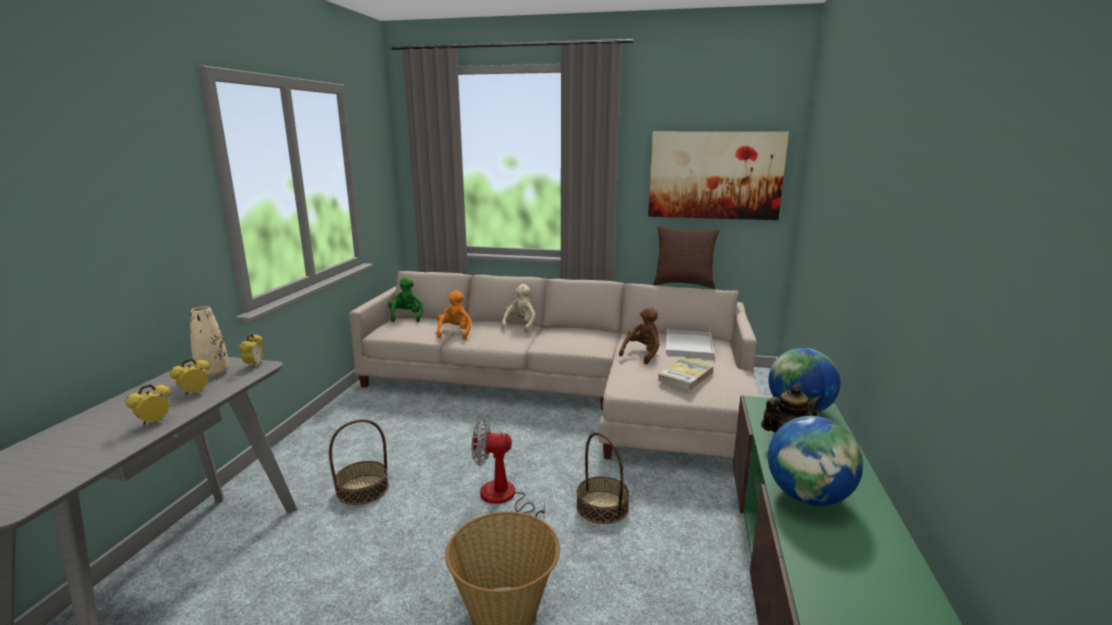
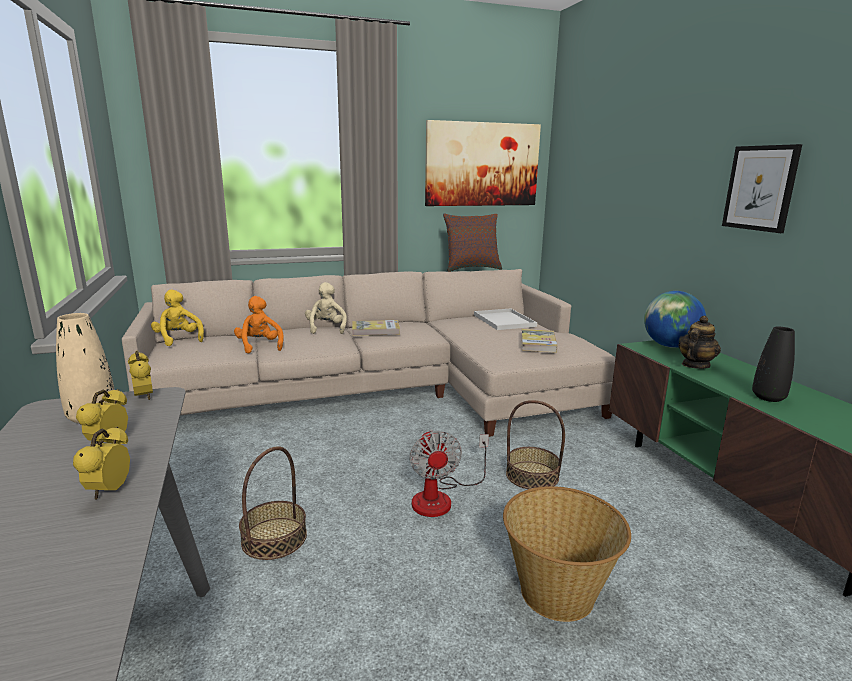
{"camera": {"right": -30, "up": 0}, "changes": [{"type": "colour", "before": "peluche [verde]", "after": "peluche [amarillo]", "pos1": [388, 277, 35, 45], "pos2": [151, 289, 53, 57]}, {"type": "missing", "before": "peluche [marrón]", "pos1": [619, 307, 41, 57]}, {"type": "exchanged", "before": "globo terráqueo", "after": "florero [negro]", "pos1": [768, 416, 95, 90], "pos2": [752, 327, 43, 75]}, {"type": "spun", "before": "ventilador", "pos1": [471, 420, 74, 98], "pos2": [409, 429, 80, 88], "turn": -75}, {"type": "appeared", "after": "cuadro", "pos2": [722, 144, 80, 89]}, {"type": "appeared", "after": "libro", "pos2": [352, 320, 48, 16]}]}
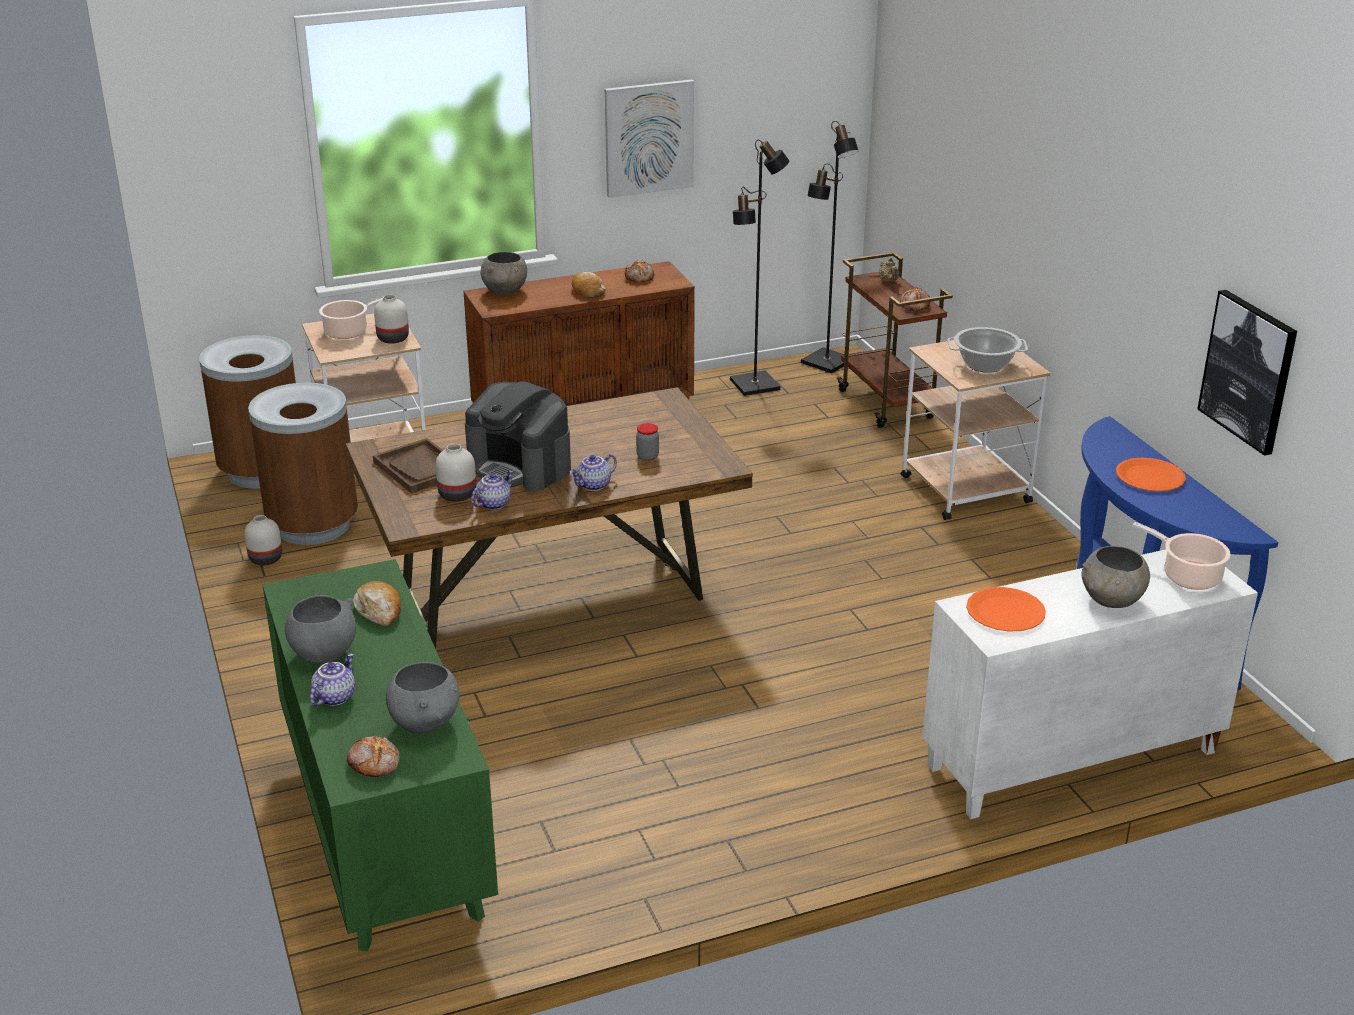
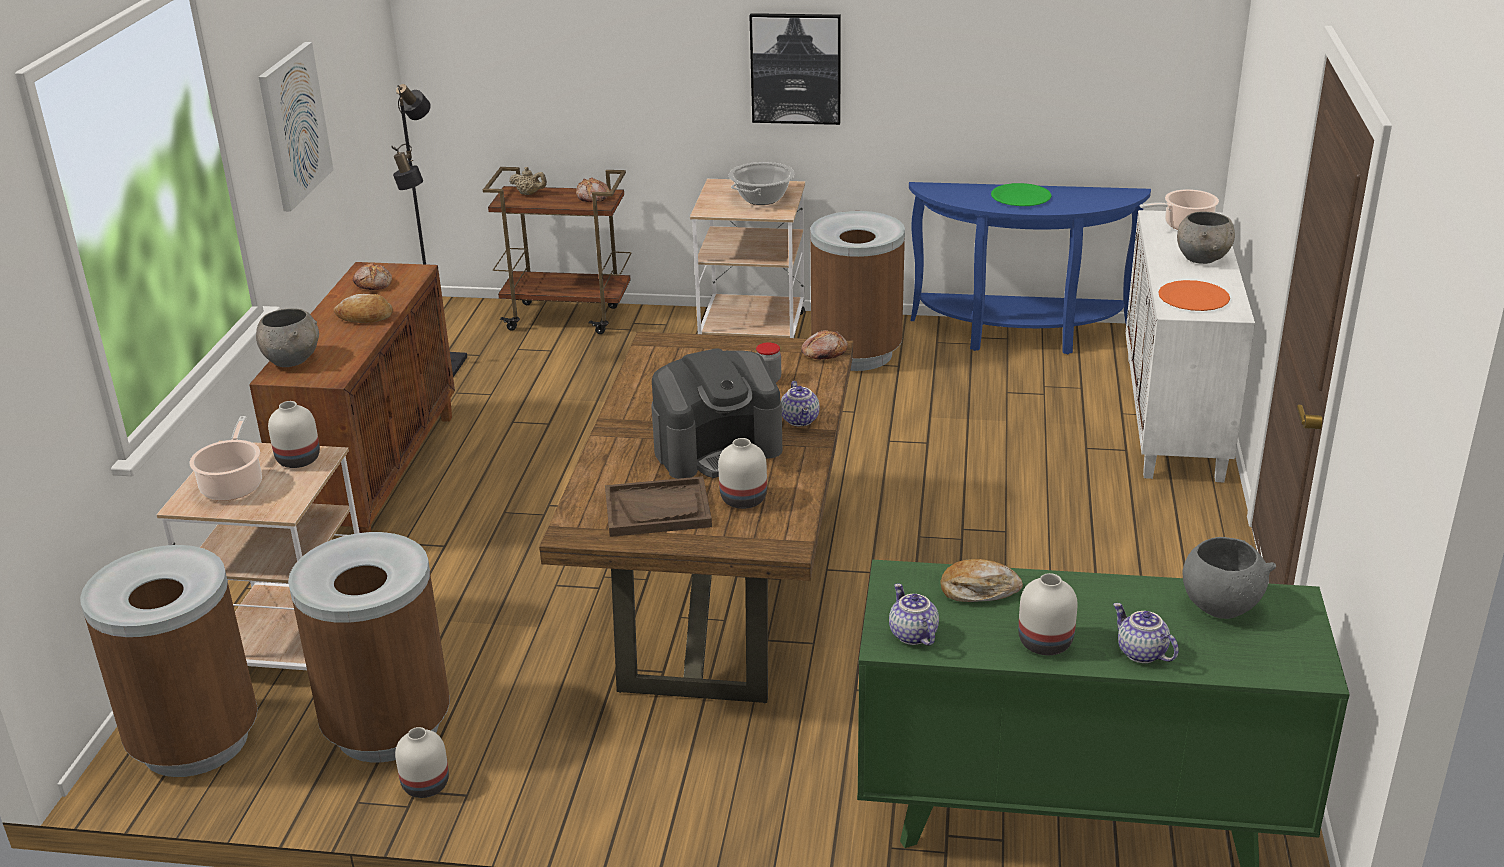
{"camera": {"right": -60, "up": 0}, "changes": [{"type": "missing", "before": "lámpara de pie [negro]", "pos1": [801, 121, 57, 252]}, {"type": "relocated", "before": "cuadro", "pos1": [1197, 290, 100, 166], "pos2": [749, 13, 92, 112]}, {"type": "colour", "before": "plato [naranja]", "after": "plato [verde]", "pos1": [1116, 458, 70, 34], "pos2": [991, 183, 61, 23]}, {"type": "relocated", "before": "tetera", "pos1": [471, 471, 43, 39], "pos2": [889, 583, 50, 63]}, {"type": "exchanged", "before": "cuenco [gris]", "after": "florero [blanco]", "pos1": [285, 595, 71, 68], "pos2": [1018, 573, 60, 82]}, {"type": "relocated", "before": "pan", "pos1": [347, 736, 52, 41], "pos2": [801, 330, 47, 30]}, {"type": "appeared", "after": "papelera [marrón]", "pos2": [810, 211, 95, 160]}]}
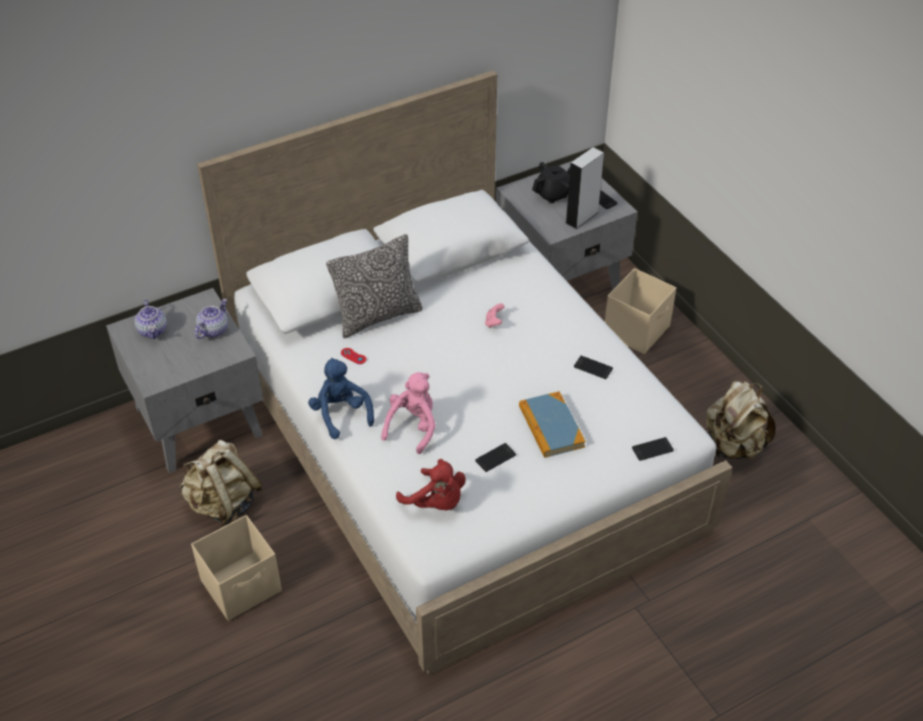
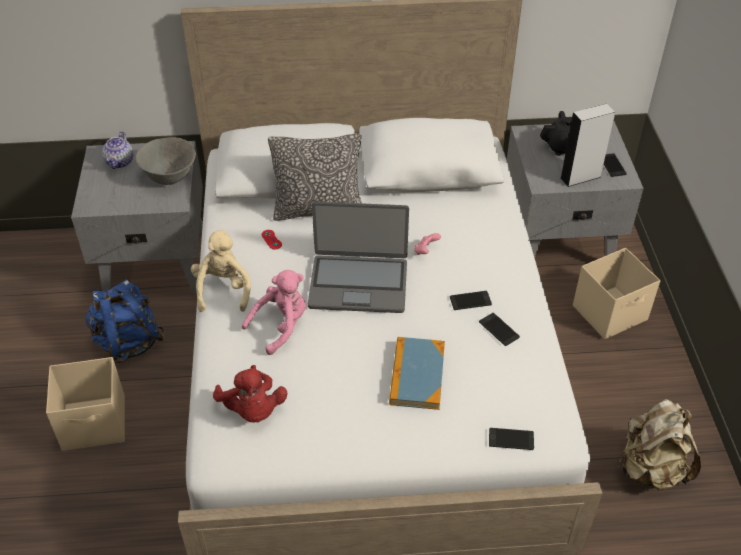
{"camera": {"right": 25, "up": 0}, "changes": [{"type": "exchanged", "before": "tetera", "after": "cuenco [gris]", "pos1": [195, 299, 33, 40], "pos2": [136, 137, 60, 48]}, {"type": "colour", "before": "peluche [azul]", "after": "peluche [beis]", "pos1": [308, 358, 66, 81], "pos2": [191, 230, 60, 82]}, {"type": "colour", "before": "mochila [beis]", "after": "mochila [azul]", "pos1": [179, 440, 83, 87], "pos2": [86, 279, 79, 84]}, {"type": "relocated", "before": "móvil", "pos1": [475, 443, 41, 29], "pos2": [450, 291, 42, 19]}, {"type": "appeared", "after": "portátil", "pos2": [308, 202, 101, 111]}]}
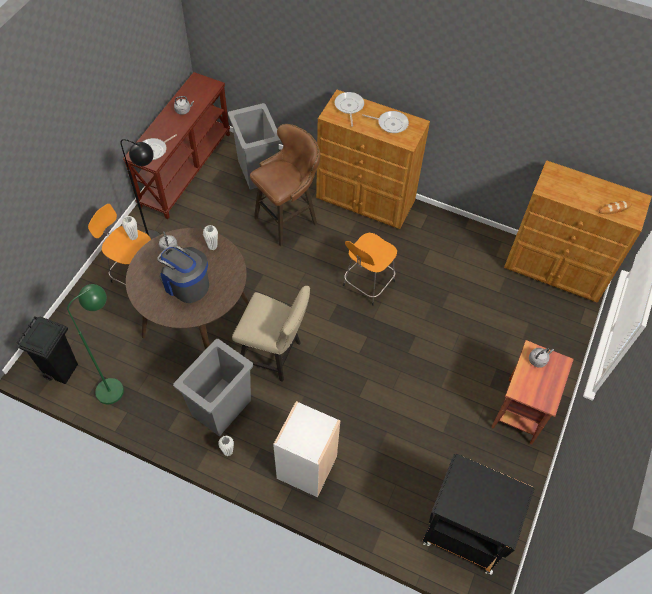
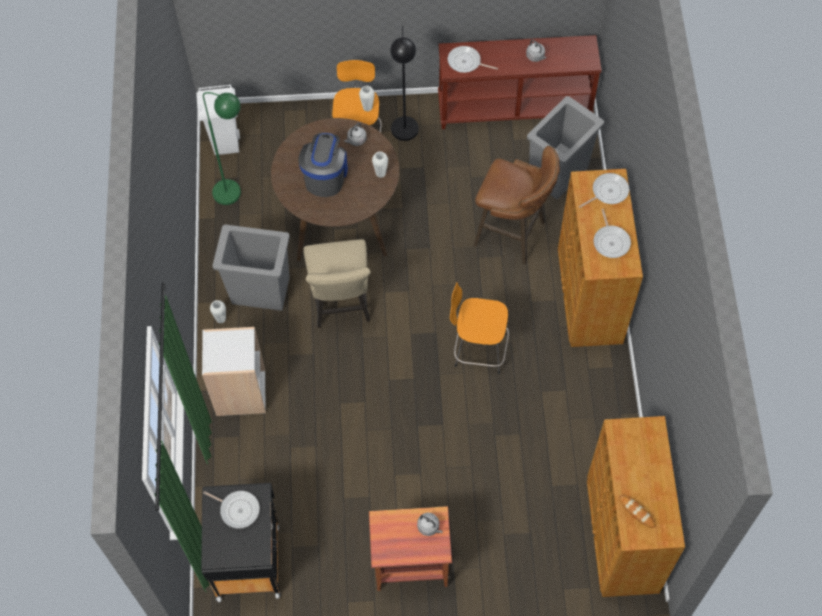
{"camera": {"right": 65, "up": 5}, "changes": [{"type": "colour", "before": "papelera [negro]", "after": "papelera [blanco]", "pos1": [16, 316, 62, 68], "pos2": [196, 84, 44, 71]}, {"type": "appeared", "after": "sartén", "pos2": [204, 491, 56, 37]}]}
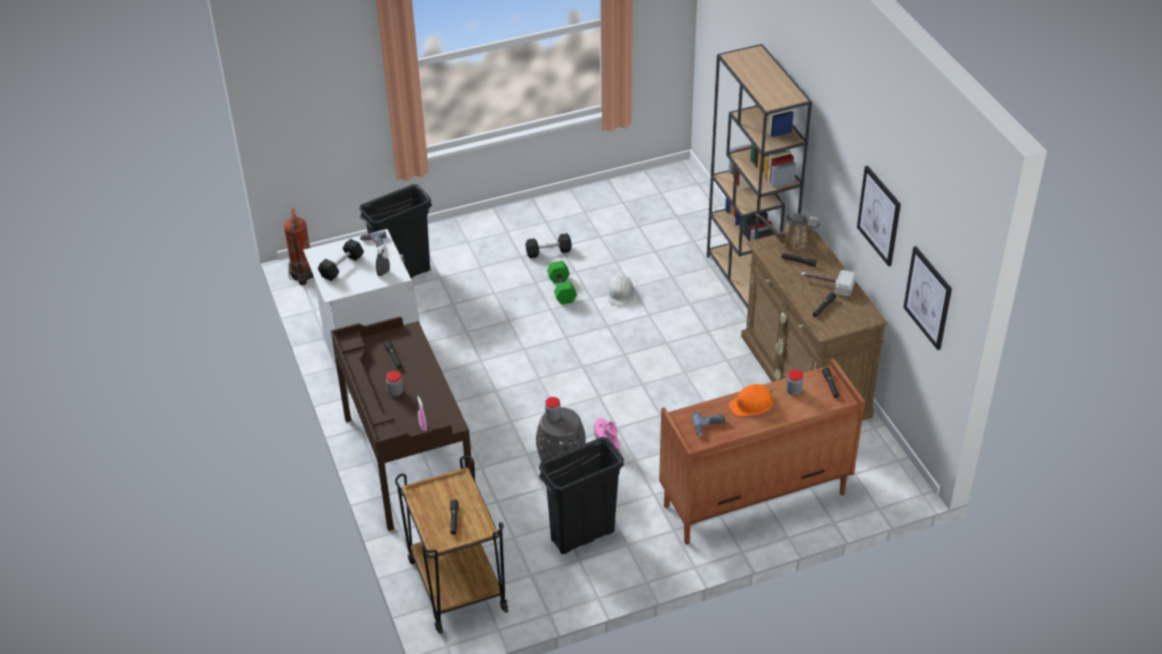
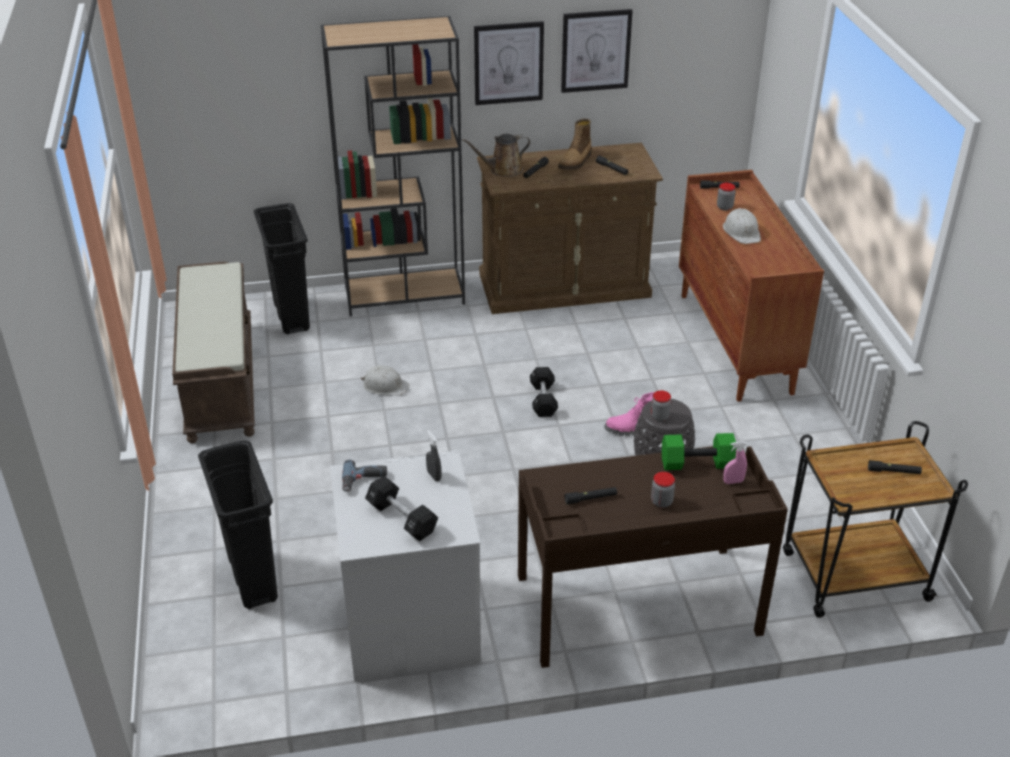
{"camera": {"right": -80, "up": -5}, "changes": [{"type": "missing", "before": "extintor", "pos1": [283, 208, 31, 78]}, {"type": "spun", "before": "regadera [marrón]", "pos1": [755, 213, 65, 39], "pos2": [462, 134, 68, 43], "turn": 60}, {"type": "relocated", "before": "mancuerna [negro]", "pos1": [526, 233, 46, 25], "pos2": [530, 367, 28, 50]}, {"type": "relocated", "before": "cuadro", "pos1": [903, 246, 49, 104], "pos2": [474, 21, 70, 84]}, {"type": "relocated", "before": "mancuerna [verde]", "pos1": [547, 261, 30, 44], "pos2": [662, 433, 75, 37]}, {"type": "exchanged", "before": "martillo", "after": "bota", "pos1": [801, 270, 55, 26], "pos2": [558, 118, 34, 52]}, {"type": "colour", "before": "casco [naranja]", "after": "casco [blanco]", "pos1": [729, 384, 44, 32], "pos2": [723, 208, 38, 36]}, {"type": "missing", "before": "taladro", "pos1": [692, 412, 34, 25]}, {"type": "relocated", "before": "papelera [negro]", "pos1": [539, 437, 85, 117], "pos2": [254, 203, 56, 131]}, {"type": "appeared", "after": "banco [marrón]", "pos2": [172, 262, 83, 181]}]}
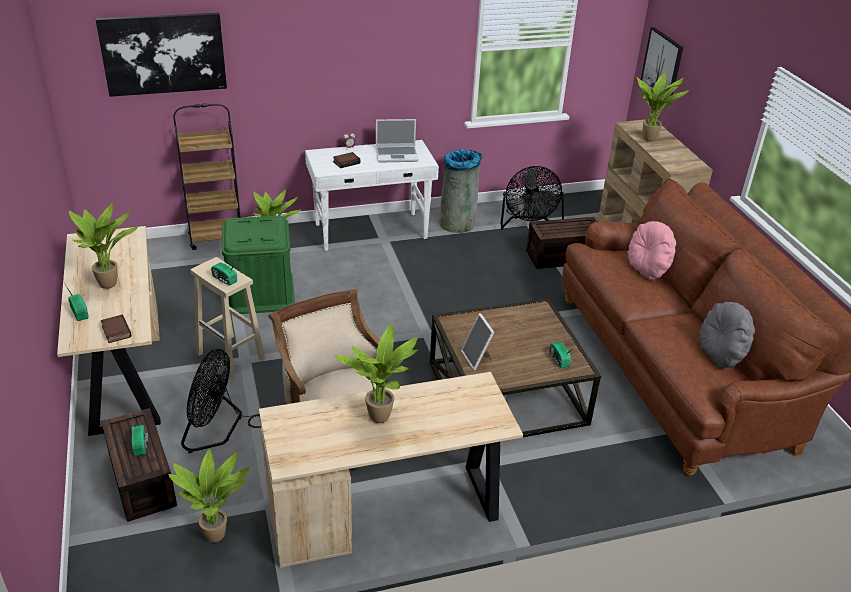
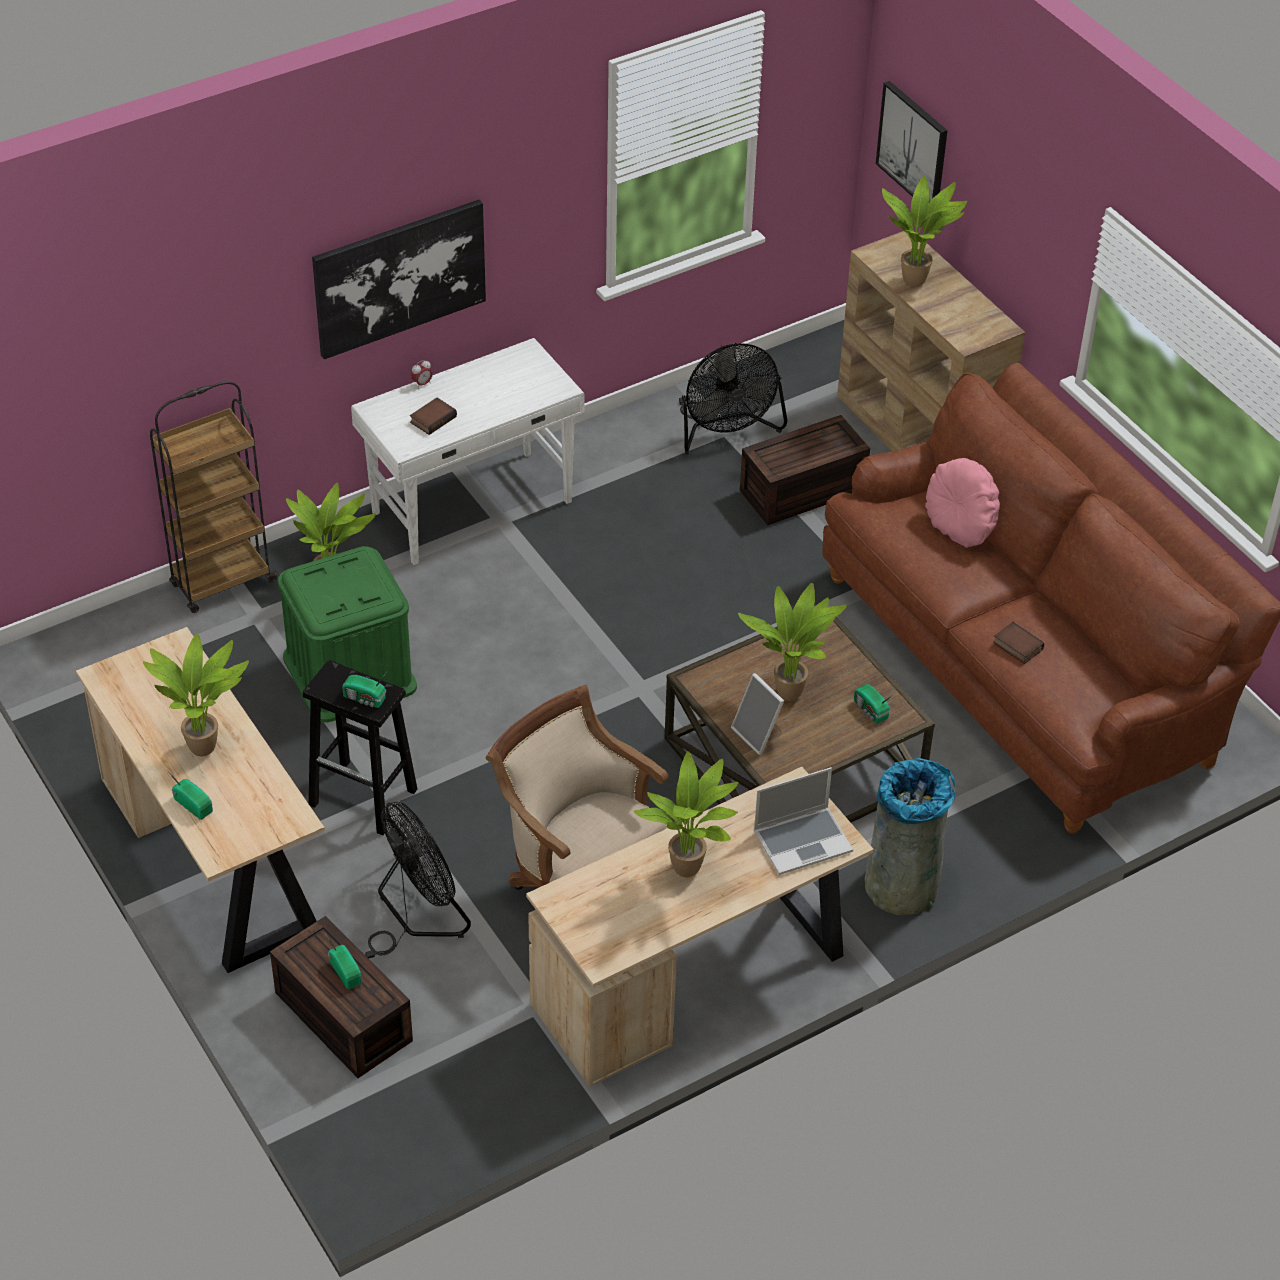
{"camera": {"right": -15, "up": 10}, "changes": [{"type": "relocated", "before": "cuadro", "pos1": [96, 13, 131, 84], "pos2": [312, 200, 174, 159]}, {"type": "relocated", "before": "portátil", "pos1": [376, 119, 42, 44], "pos2": [754, 767, 99, 108]}, {"type": "relocated", "before": "papelera [gris]", "pos1": [439, 149, 44, 84], "pos2": [864, 758, 91, 158]}, {"type": "colour", "before": "taburete [beis]", "after": "taburete [negro]", "pos1": [190, 257, 75, 122], "pos2": [303, 660, 114, 175]}, {"type": "missing", "before": "cojín [gris]", "pos1": [699, 302, 56, 66]}, {"type": "relocated", "before": "libro", "pos1": [101, 315, 30, 28], "pos2": [993, 622, 51, 42]}, {"type": "spun", "before": "ventilador [negro]", "pos1": [181, 349, 80, 104], "pos2": [365, 802, 106, 157], "turn": 150}, {"type": "relocated", "before": "planta en maceta", "pos1": [168, 449, 82, 94], "pos2": [738, 583, 109, 118]}]}
